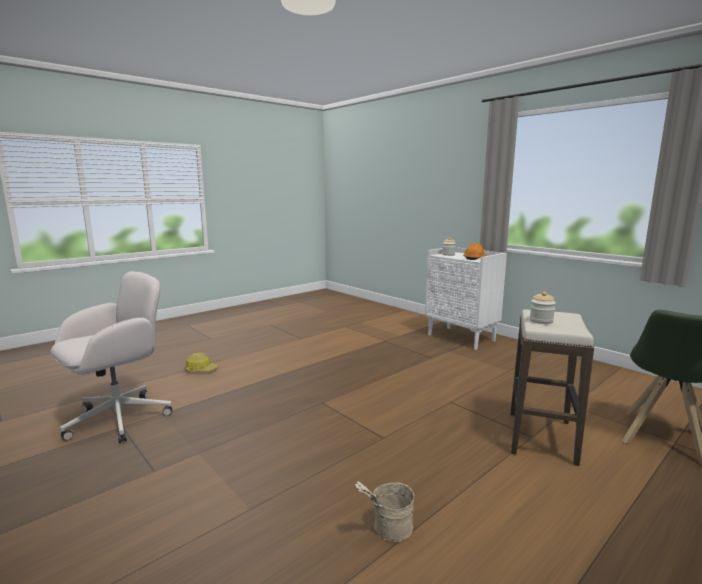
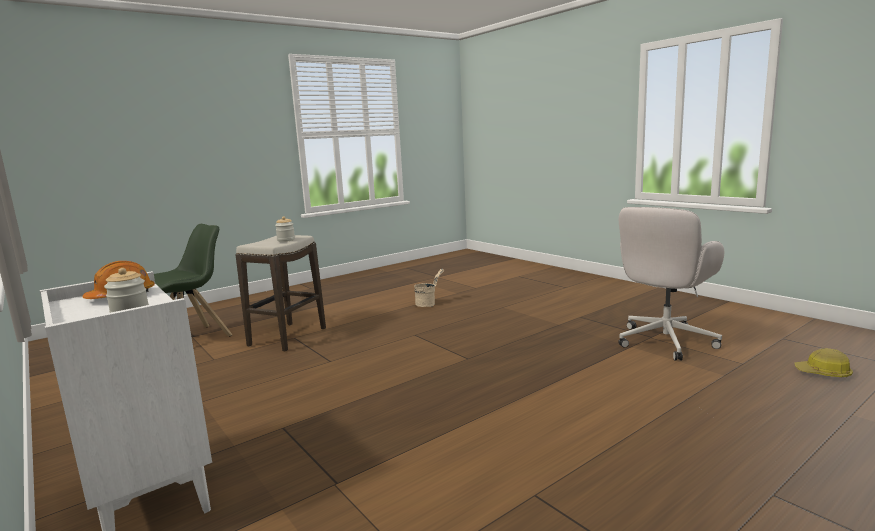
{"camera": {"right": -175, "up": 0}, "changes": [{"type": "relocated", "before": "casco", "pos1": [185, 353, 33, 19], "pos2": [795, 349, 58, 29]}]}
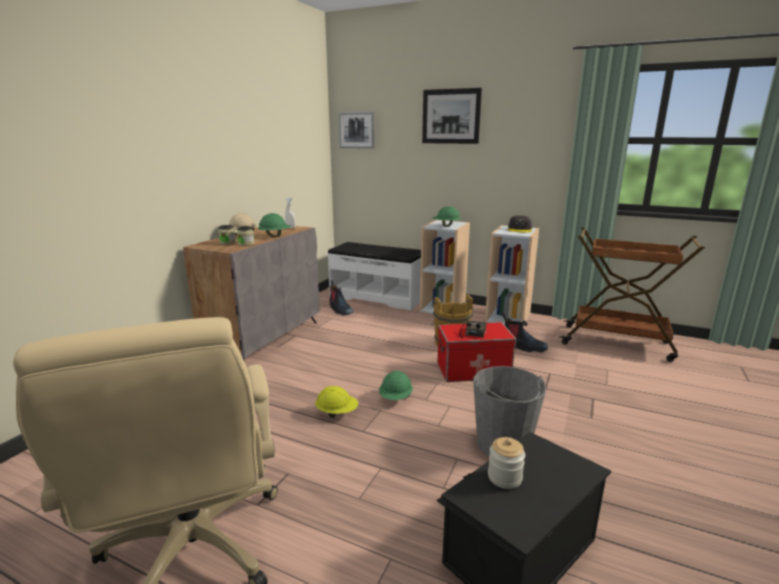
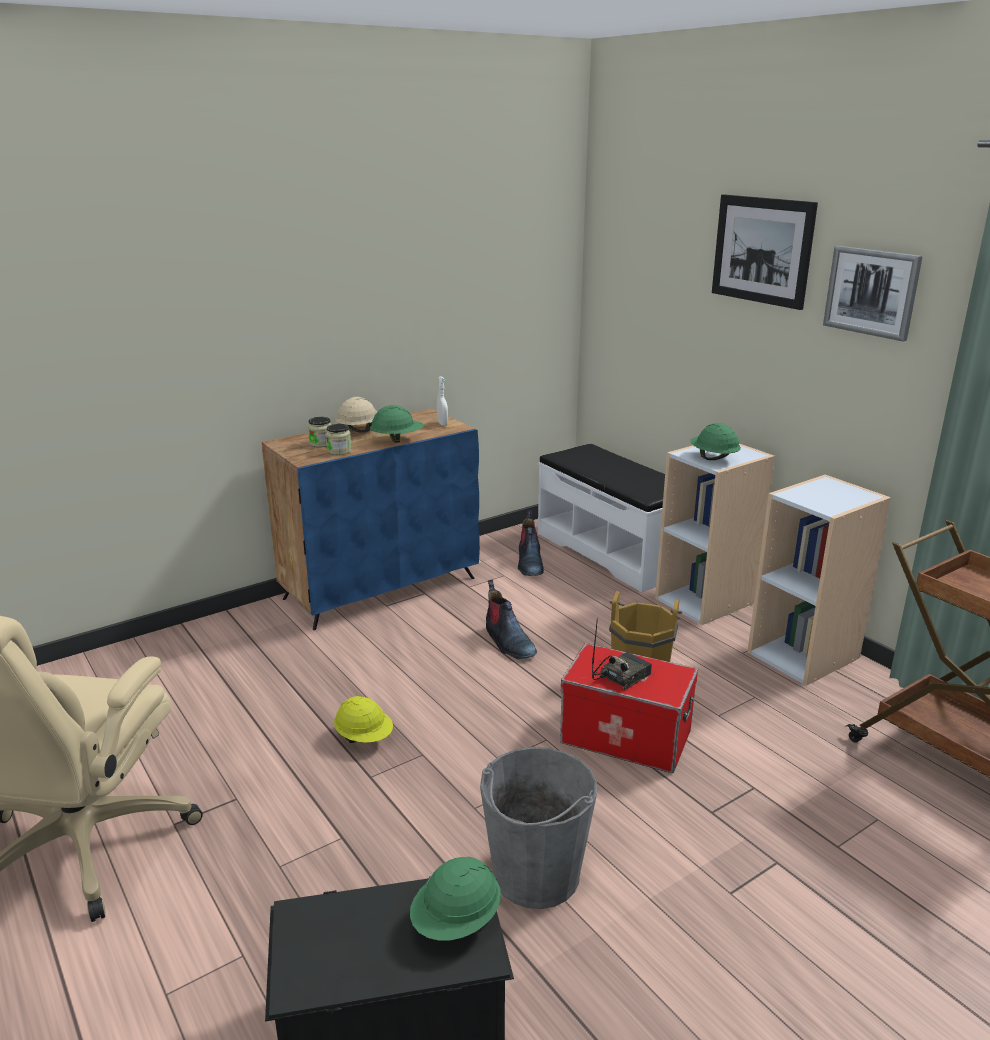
{"camera": {"right": 30, "up": 5}, "changes": [{"type": "relocated", "before": "cuadro", "pos1": [338, 112, 37, 36], "pos2": [823, 246, 100, 95]}, {"type": "missing", "before": "gorra [gris]", "pos1": [508, 215, 24, 17]}, {"type": "colour", "before": "armario [gris]", "after": "armario [azul]", "pos1": [183, 226, 137, 136], "pos2": [262, 409, 218, 221]}, {"type": "relocated", "before": "bota", "pos1": [501, 312, 47, 40], "pos2": [486, 580, 51, 79]}, {"type": "relocated", "before": "casco [verde]", "pos1": [379, 371, 34, 29], "pos2": [410, 856, 91, 84]}, {"type": "missing", "before": "tarro", "pos1": [488, 437, 37, 52]}]}
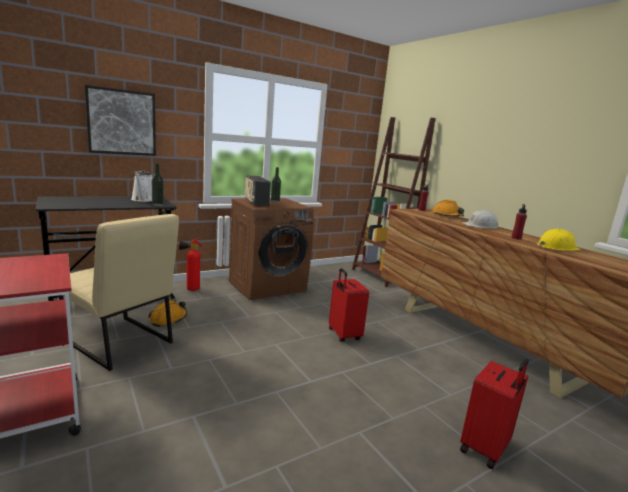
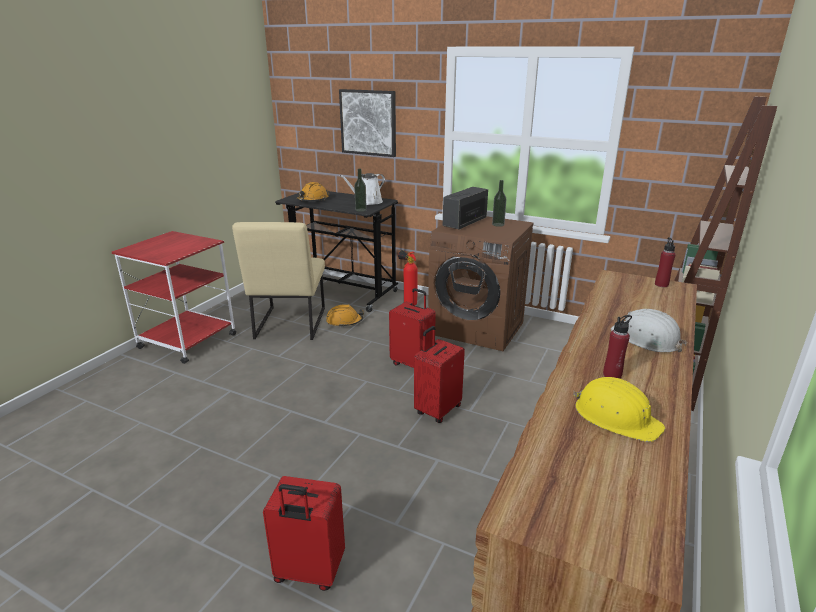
{"camera": {"right": 60, "up": 10}, "changes": [{"type": "relocated", "before": "casco [naranja]", "pos1": [432, 200, 32, 16], "pos2": [297, 182, 32, 19]}, {"type": "appeared", "after": "maleta [rojo]", "pos2": [389, 288, 47, 80]}]}
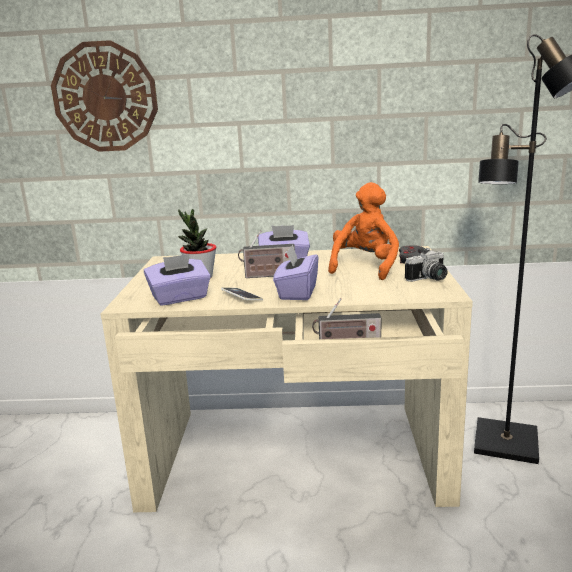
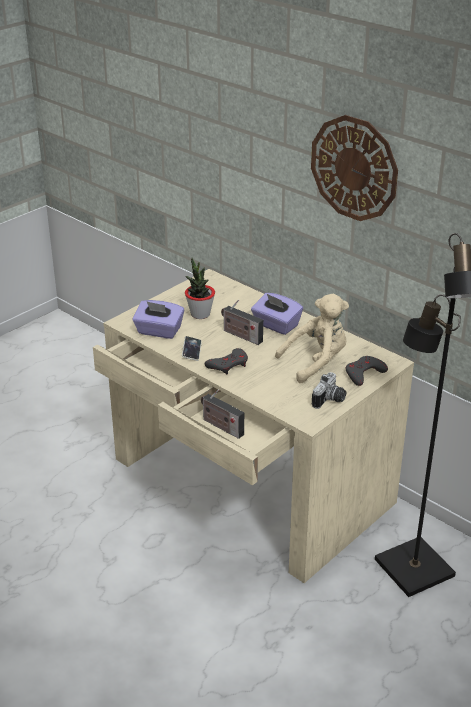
{"camera": {"right": 40, "up": 15}, "changes": [{"type": "relocated", "before": "reloj de pared", "pos1": [51, 40, 107, 112], "pos2": [311, 115, 87, 106]}, {"type": "colour", "before": "peluche [naranja]", "after": "peluche [beis]", "pos1": [328, 182, 71, 98], "pos2": [275, 294, 74, 89]}, {"type": "exchanged", "before": "caja de pañuelos [morado]", "after": "mando de consola [gris]", "pos1": [273, 245, 45, 55], "pos2": [205, 348, 43, 26]}, {"type": "spun", "before": "cámara", "pos1": [405, 248, 43, 34], "pos2": [312, 372, 34, 37], "turn": -75}]}
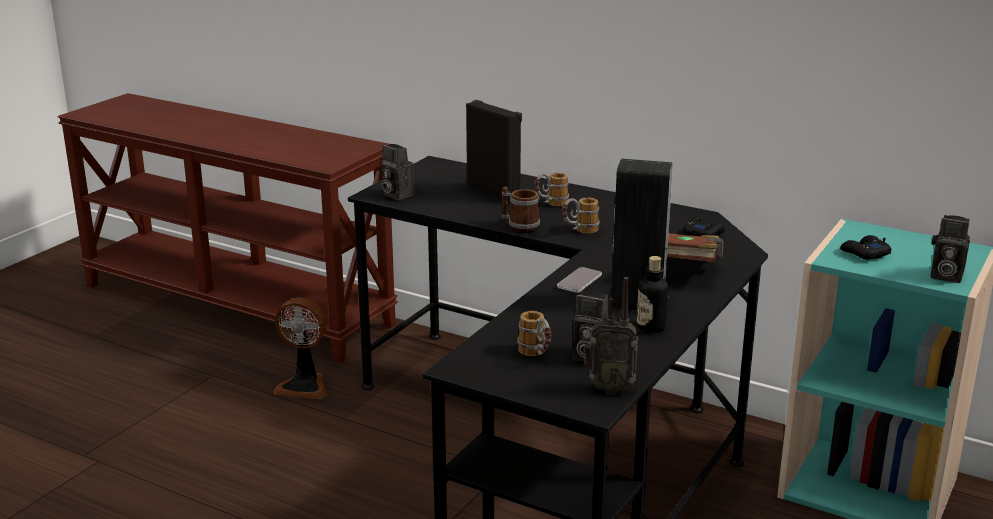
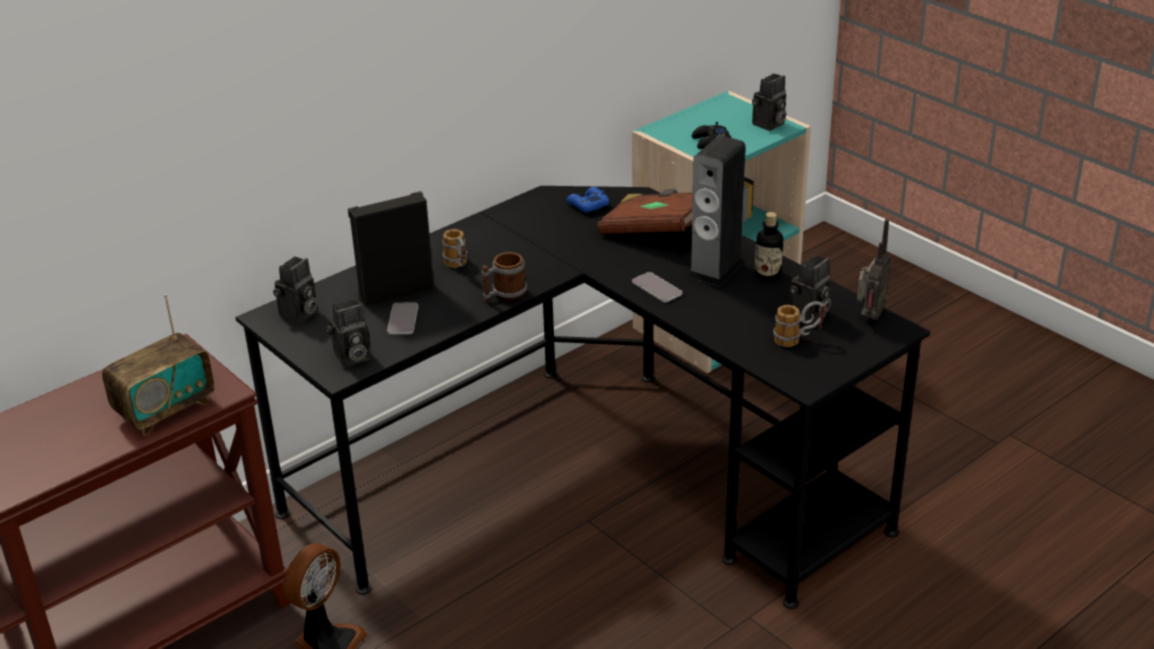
{"camera": {"right": -70, "up": 10}, "changes": [{"type": "missing", "before": "taza grande", "pos1": [562, 198, 38, 36]}, {"type": "colour", "before": "mando de consola [negro]", "after": "mando de consola [azul]", "pos1": [683, 217, 43, 19], "pos2": [566, 187, 43, 25]}, {"type": "appeared", "after": "cámara", "pos2": [273, 256, 44, 67]}, {"type": "appeared", "after": "radio", "pos2": [102, 294, 113, 142]}, {"type": "appeared", "after": "móvil", "pos2": [387, 303, 31, 31]}]}
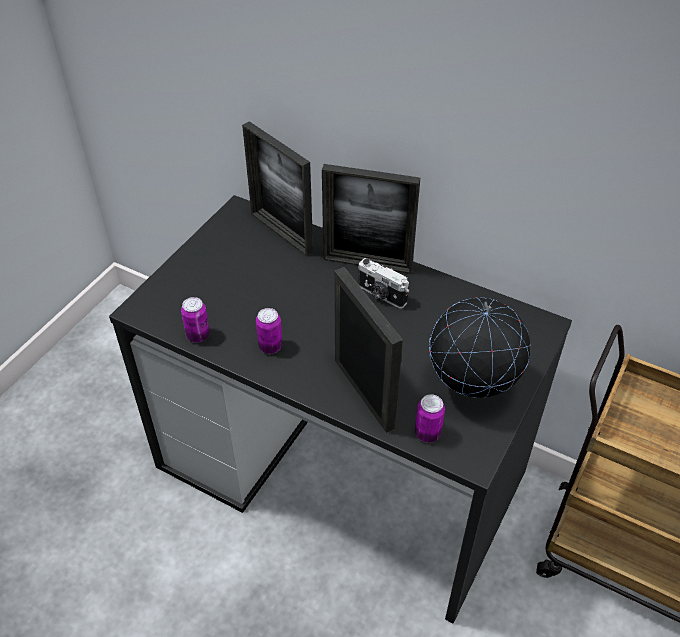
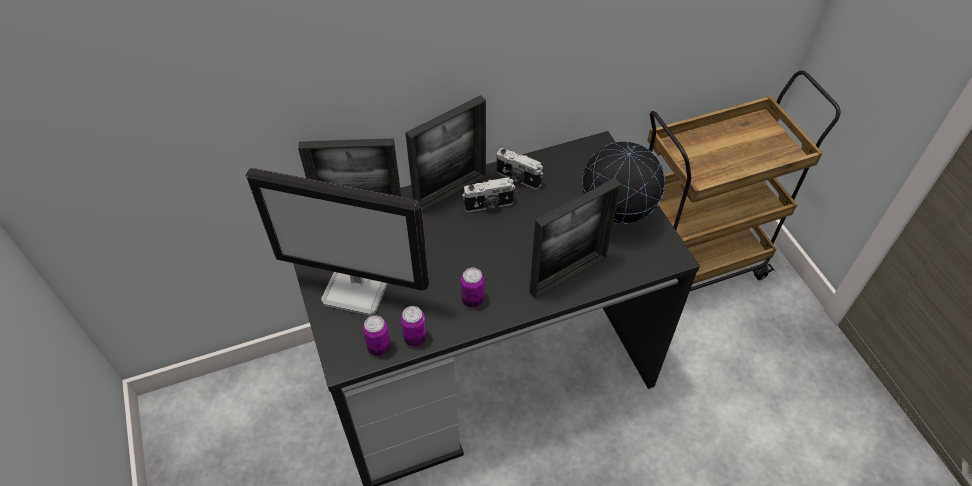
{"camera": {"right": -50, "up": 5}, "changes": [{"type": "spun", "before": "portarretratos", "pos1": [334, 267, 69, 166], "pos2": [530, 178, 91, 121], "turn": 135}, {"type": "relocated", "before": "lata", "pos1": [415, 394, 30, 49], "pos2": [363, 315, 28, 41]}, {"type": "appeared", "after": "cámara", "pos2": [496, 148, 47, 42]}, {"type": "appeared", "after": "monitor", "pos2": [246, 168, 183, 148]}]}
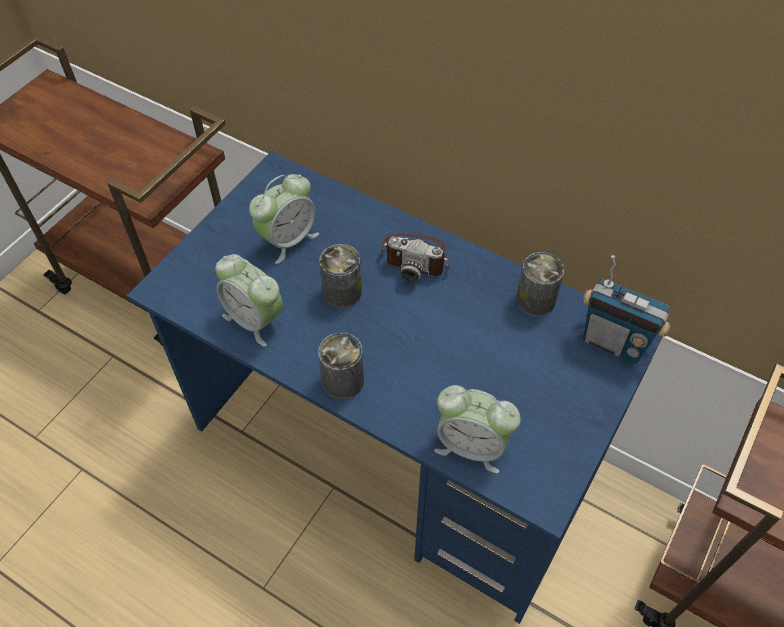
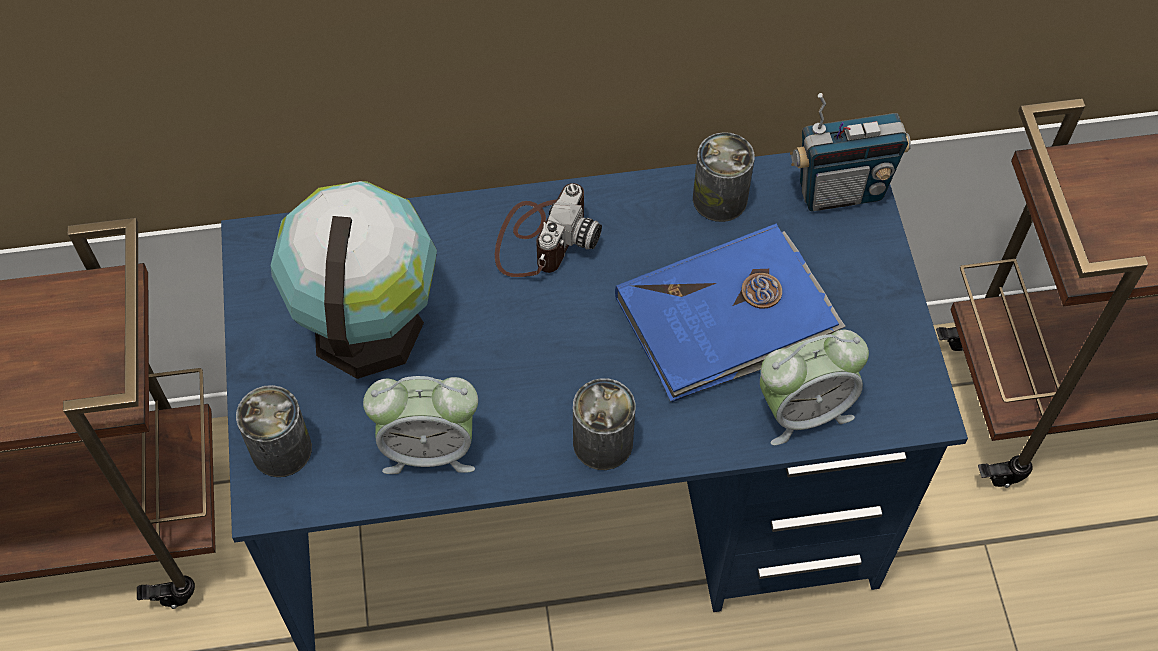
{"camera": {"right": -40, "up": 5}, "changes": [{"type": "exchanged", "before": "despertador", "after": "globo terráqueo", "pos1": [249, 174, 70, 90], "pos2": [271, 181, 166, 198]}, {"type": "spun", "before": "cámara", "pos1": [381, 233, 69, 49], "pos2": [495, 183, 107, 94], "turn": -45}, {"type": "relocated", "before": "lata", "pos1": [319, 244, 43, 64], "pos2": [236, 385, 76, 92]}, {"type": "appeared", "after": "libro [azul]", "pos2": [615, 224, 231, 178]}]}
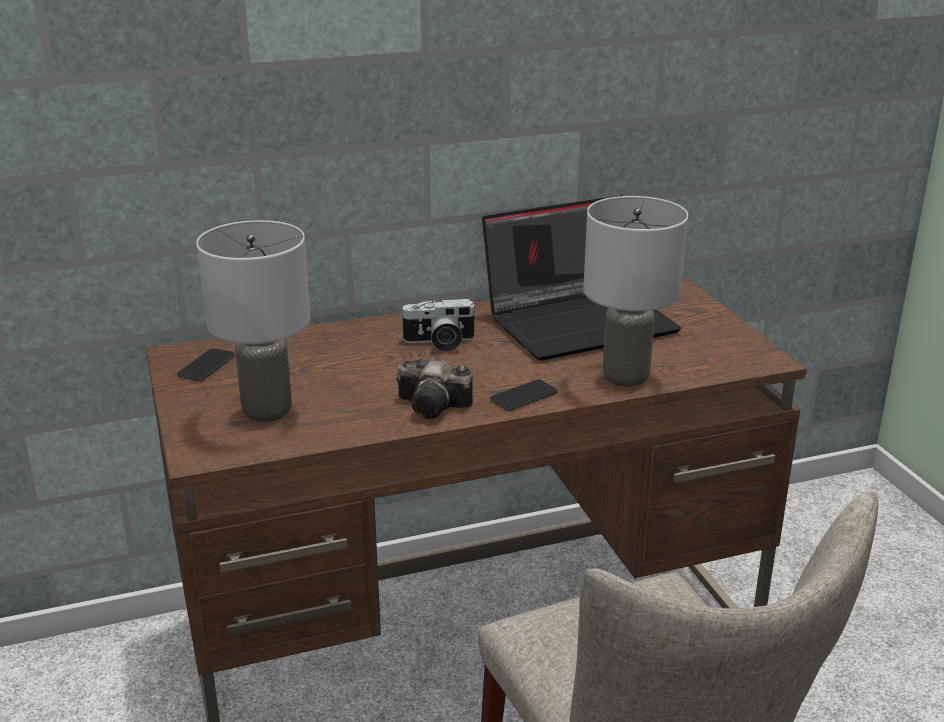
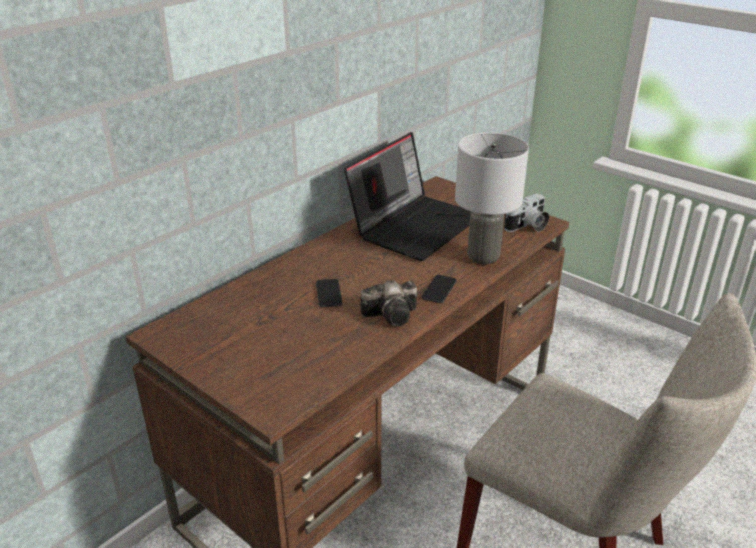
{"camera": {"right": -30, "up": 5}, "changes": [{"type": "missing", "before": "lámpara de mesa [blanco]", "pos1": [196, 220, 114, 202]}, {"type": "relocated", "before": "cámara", "pos1": [400, 299, 77, 53], "pos2": [504, 193, 45, 39]}, {"type": "relocated", "before": "móvil", "pos1": [177, 348, 58, 33], "pos2": [316, 279, 26, 28]}]}
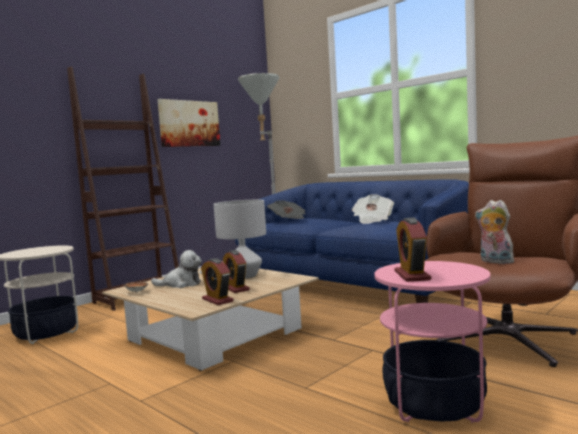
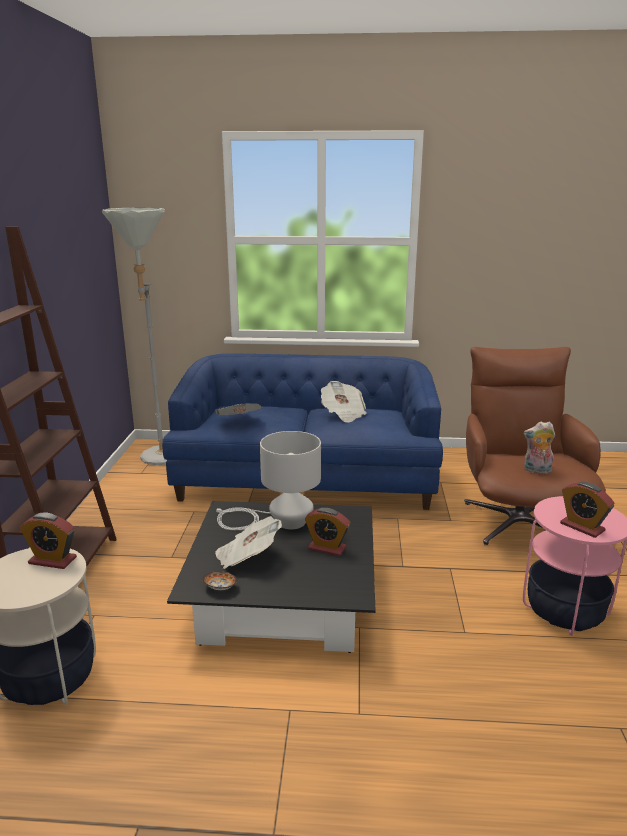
{"camera": {"right": -40, "up": 15}, "changes": [{"type": "missing", "before": "cuadro", "pos1": [157, 99, 63, 48]}, {"type": "exchanged", "before": "peluche", "after": "periódico", "pos1": [151, 250, 51, 38], "pos2": [215, 516, 67, 53]}, {"type": "relocated", "before": "despertador", "pos1": [201, 258, 33, 47], "pos2": [20, 513, 57, 56]}, {"type": "colour", "before": "mesa de centro [beis]", "after": "mesa de centro [negro]", "pos1": [102, 268, 217, 103], "pos2": [167, 501, 208, 152]}]}
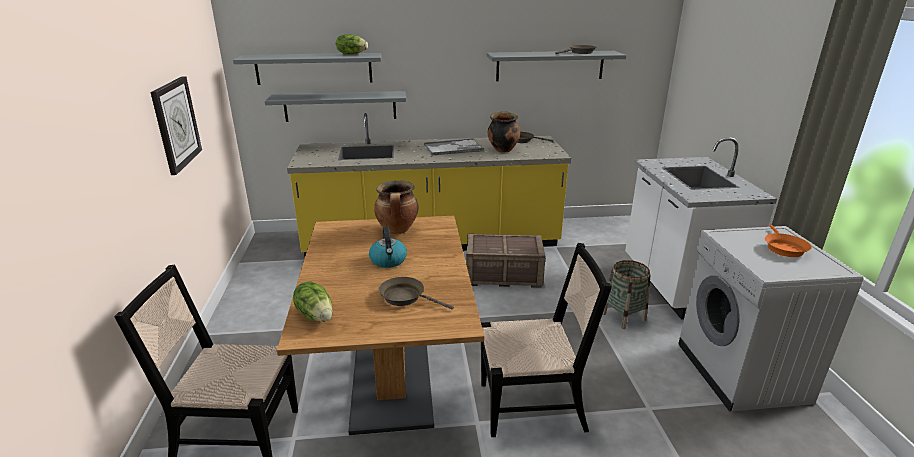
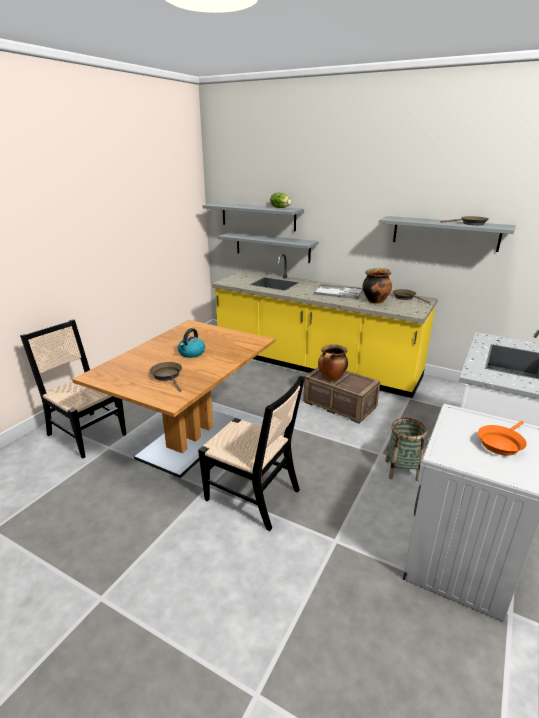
{"camera": {"right": 35, "up": 0}, "changes": [{"type": "missing", "before": "reloj de pared", "pos1": [150, 76, 52, 99]}, {"type": "relocated", "before": "olla", "pos1": [374, 180, 44, 54], "pos2": [318, 344, 30, 37]}, {"type": "missing", "before": "lechuga", "pos1": [293, 281, 39, 41]}]}
